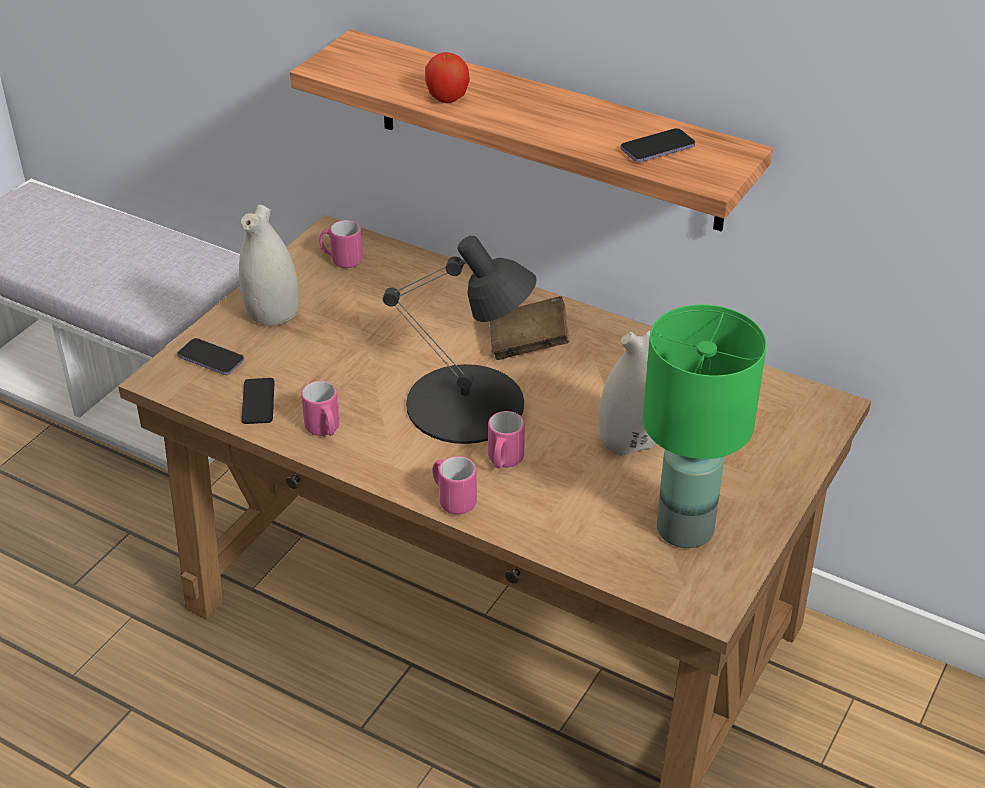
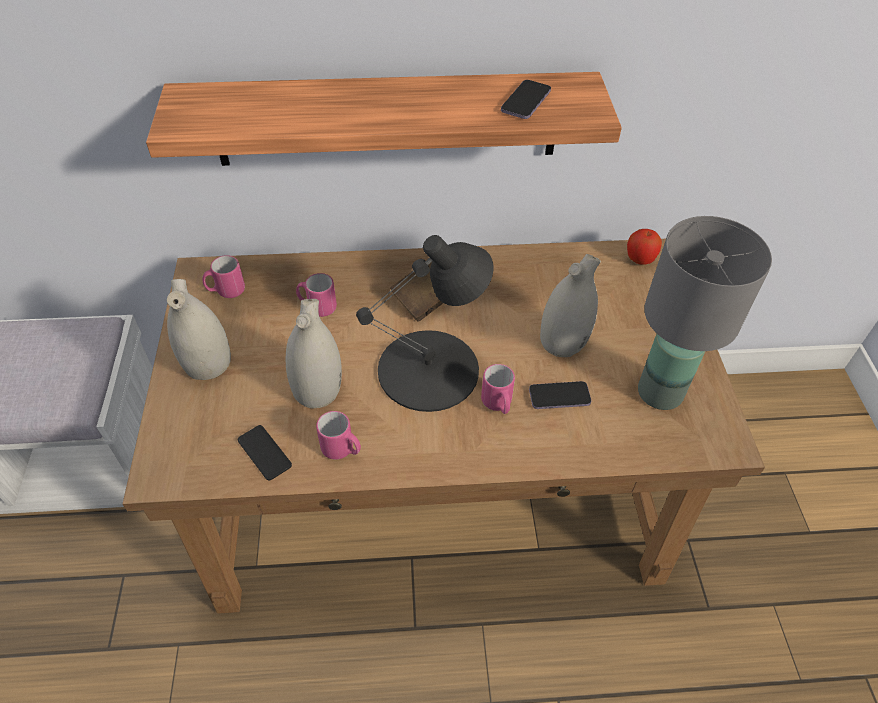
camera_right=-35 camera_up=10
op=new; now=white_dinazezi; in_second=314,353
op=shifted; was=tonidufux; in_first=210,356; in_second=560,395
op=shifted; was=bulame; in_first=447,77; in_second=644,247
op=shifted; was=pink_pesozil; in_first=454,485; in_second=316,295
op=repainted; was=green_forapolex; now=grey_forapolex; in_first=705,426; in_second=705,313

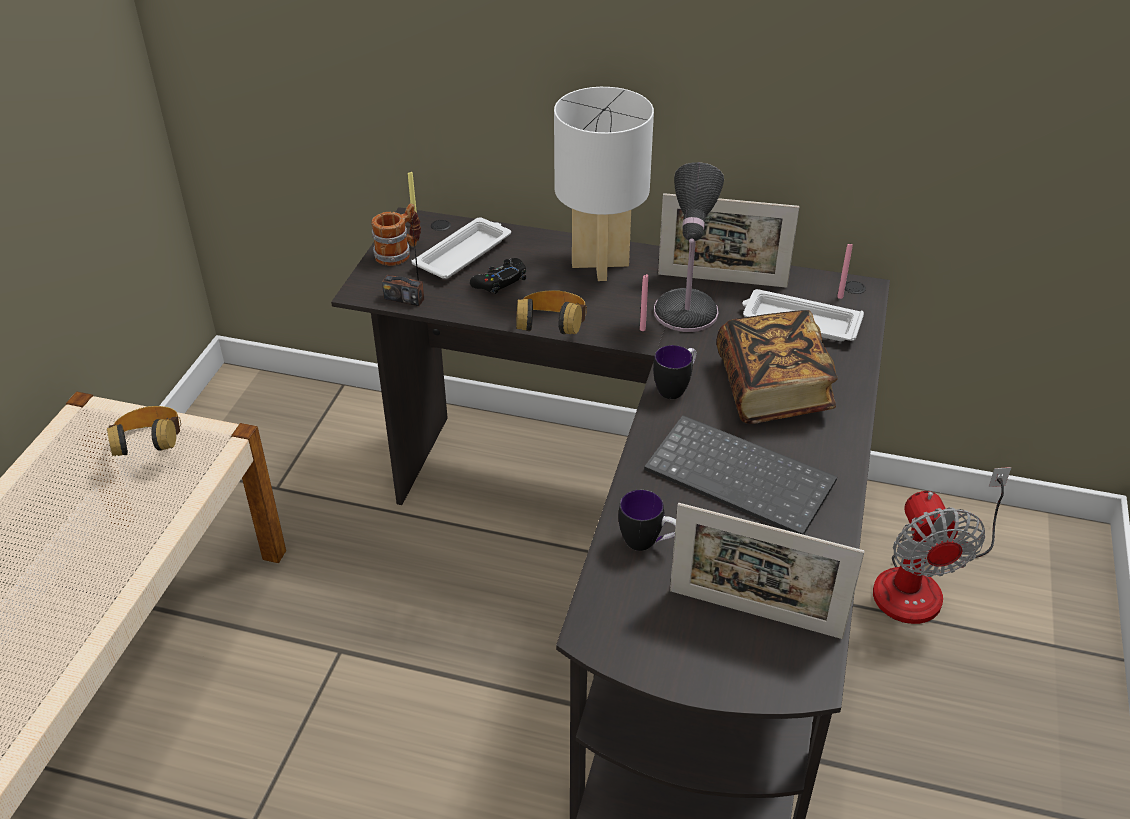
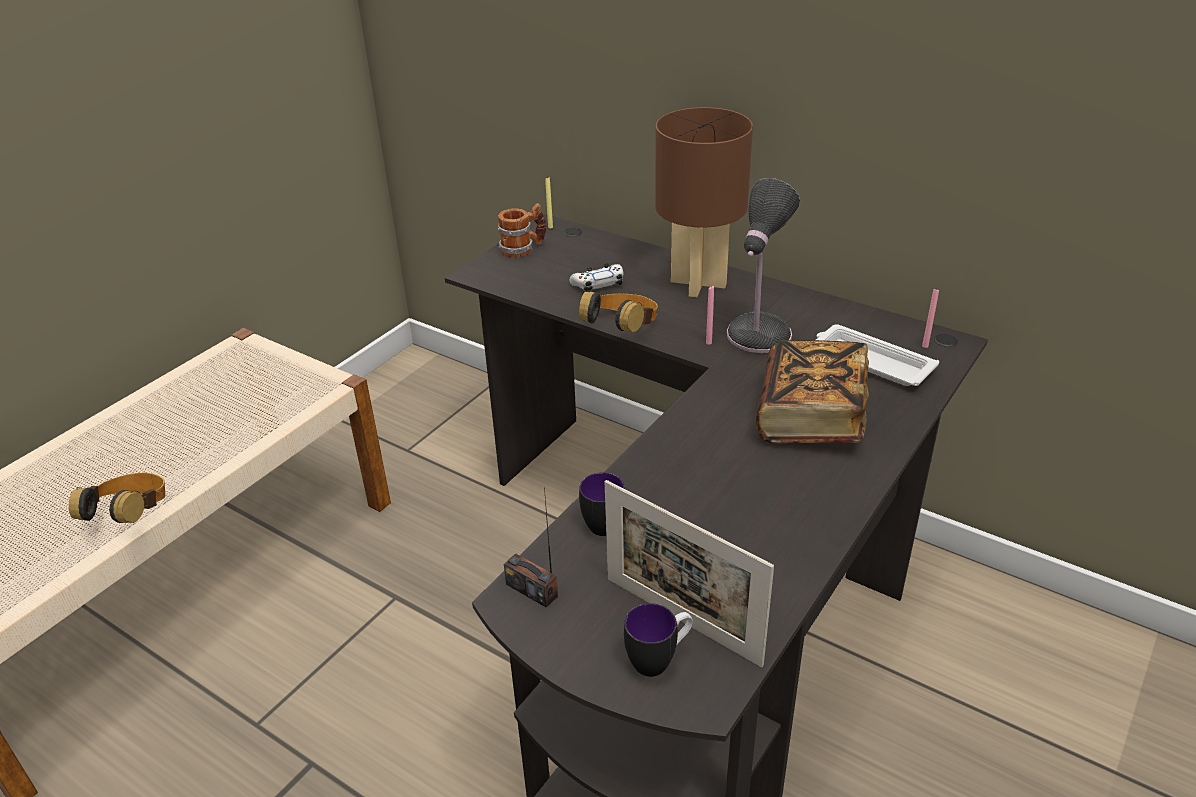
camera_right=20 camera_up=-5
op=gone; was=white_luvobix; in_first=461,248
op=gone; was=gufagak; in_first=740,475
op=gone; was=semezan; in_first=729,240
op=gone; was=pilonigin; in_first=942,545
op=shifted; was=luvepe; in_first=144,431; in_second=117,498
op=shifted; was=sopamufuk; in_first=403,259; in_second=531,547
op=shifted; was=pesozil; in_first=675,372; in_second=658,640
op=repainted; was=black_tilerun; now=white_tilerun; in_first=498,276; in_second=597,277
op=repainted; was=white_forapolex; now=brown_forapolex; in_first=604,184; in_second=704,202

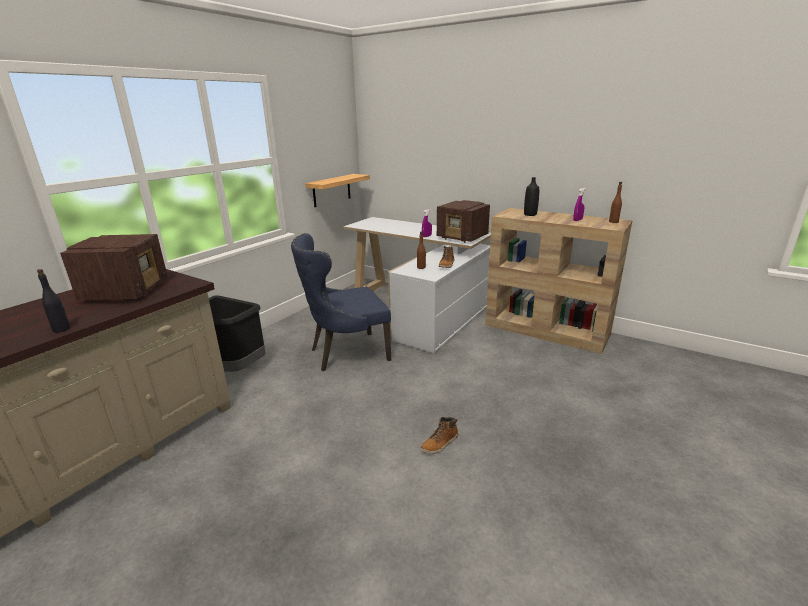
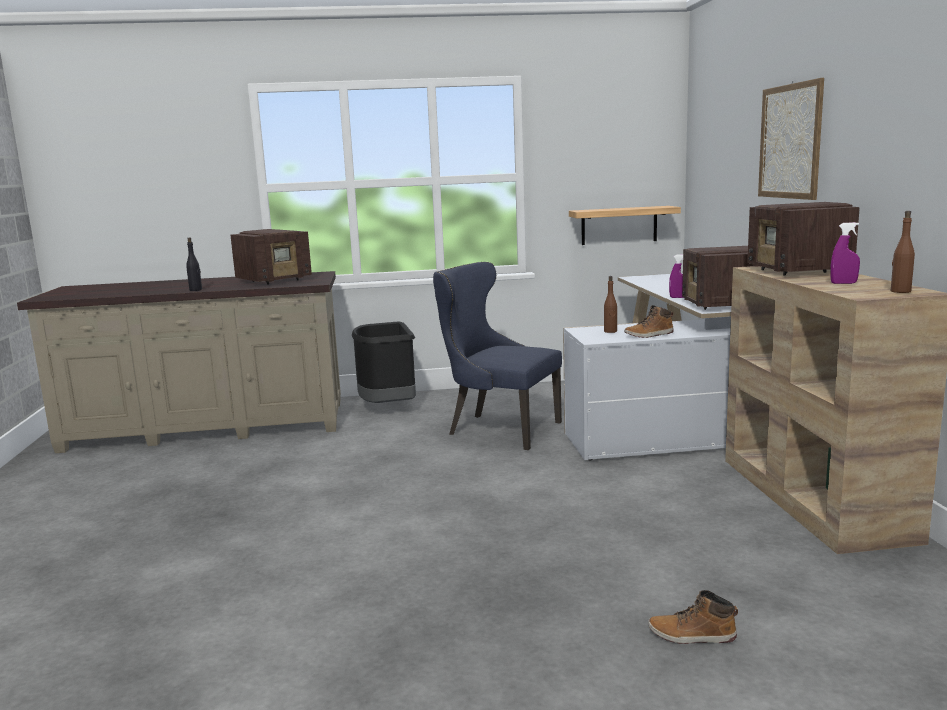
camera_right=50 camera_up=-10
op=new; now=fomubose; in_second=791,139
op=shifted; was=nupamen; in_first=439,435; in_second=693,617
op=swapped; was=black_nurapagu; now=sopamufuk; in_first=531,196; in_second=803,239

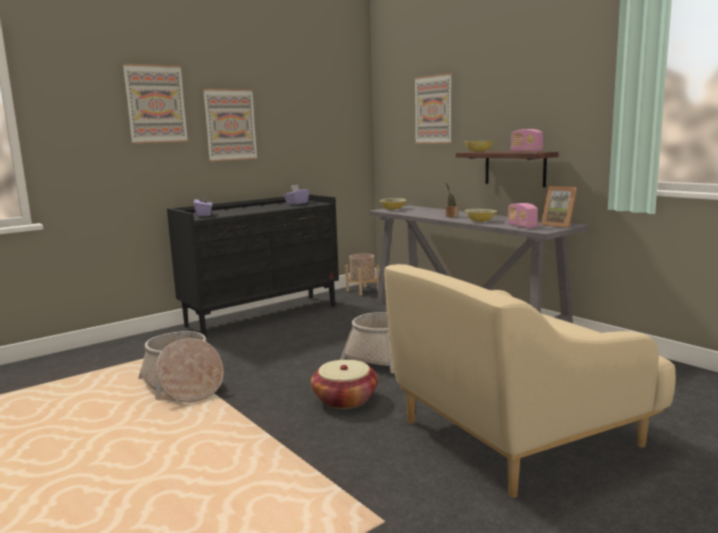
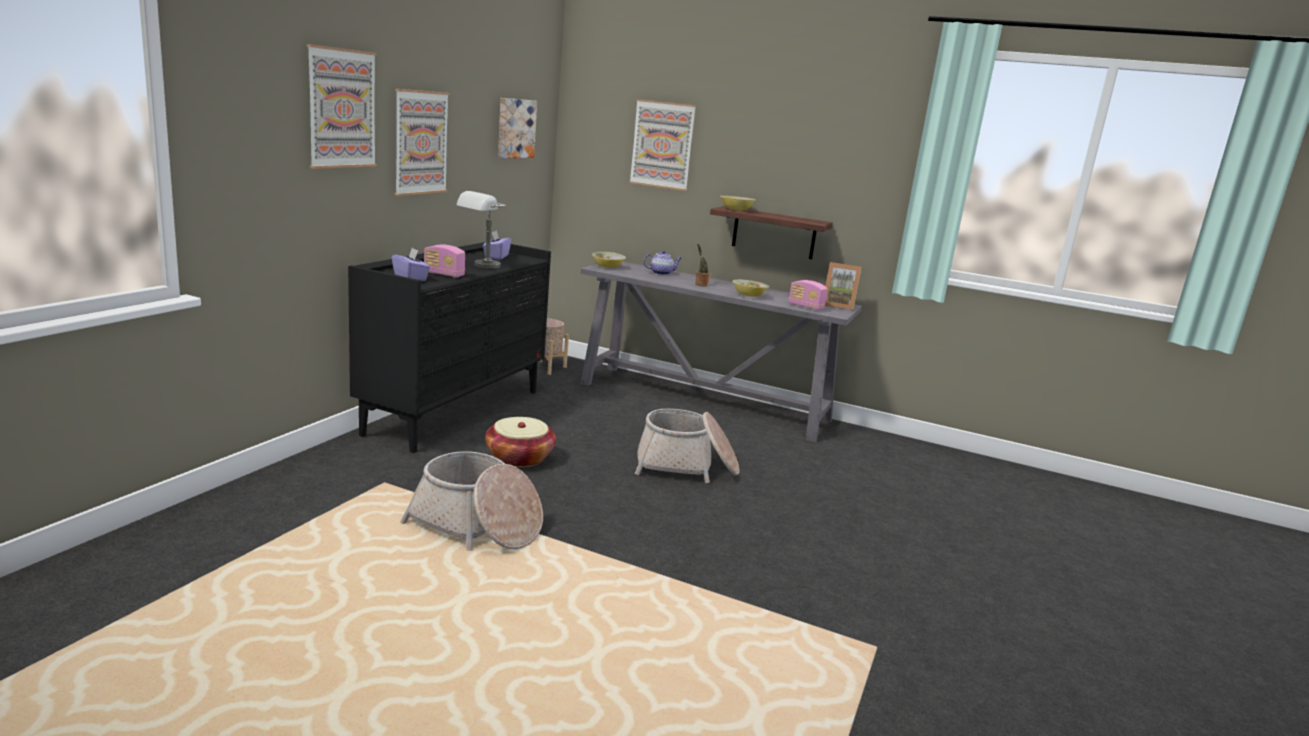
camera_right=-30 camera_up=5
op=gone; was=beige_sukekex; in_first=530,381
op=new; now=grey_forapolex; in_second=481,230
op=new; now=fomubose; in_second=517,128
op=new; now=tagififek; in_second=662,262
op=shifted; was=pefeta; in_first=344,384; in_second=520,442
op=shifted; was=sopamufuk; in_first=527,140; in_second=444,261

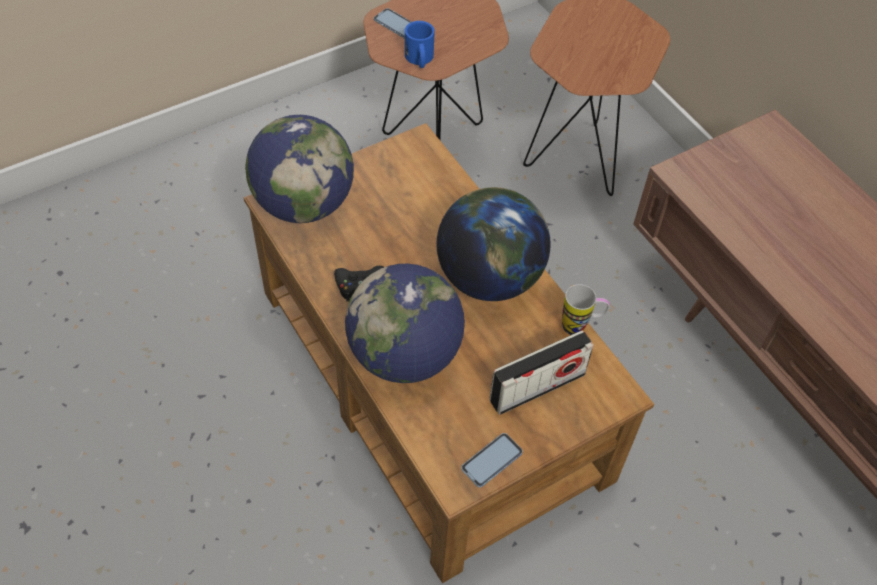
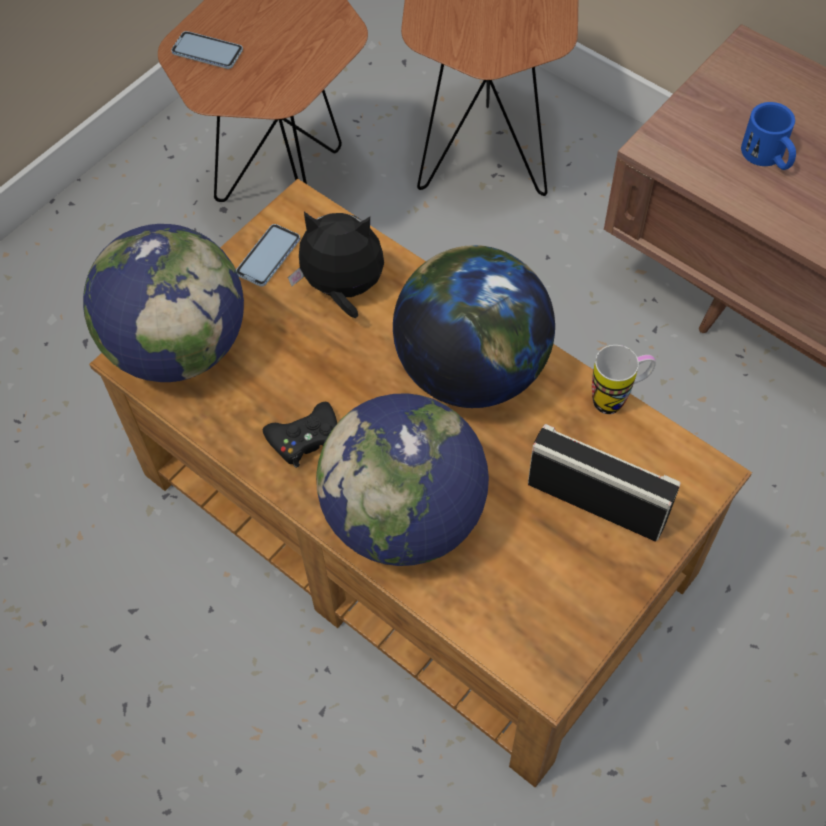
camera_right=-15 camera_up=5
op=new; now=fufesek; in_second=336,265
op=shifted; was=blue_pesozil; in_first=420,44; in_second=768,136
op=shifted; was=tonidufux; in_first=492,460; in_second=268,255
op=rotated; was=sopamufuk; in_first=542,372; in_second=604,483; clockwise=-105

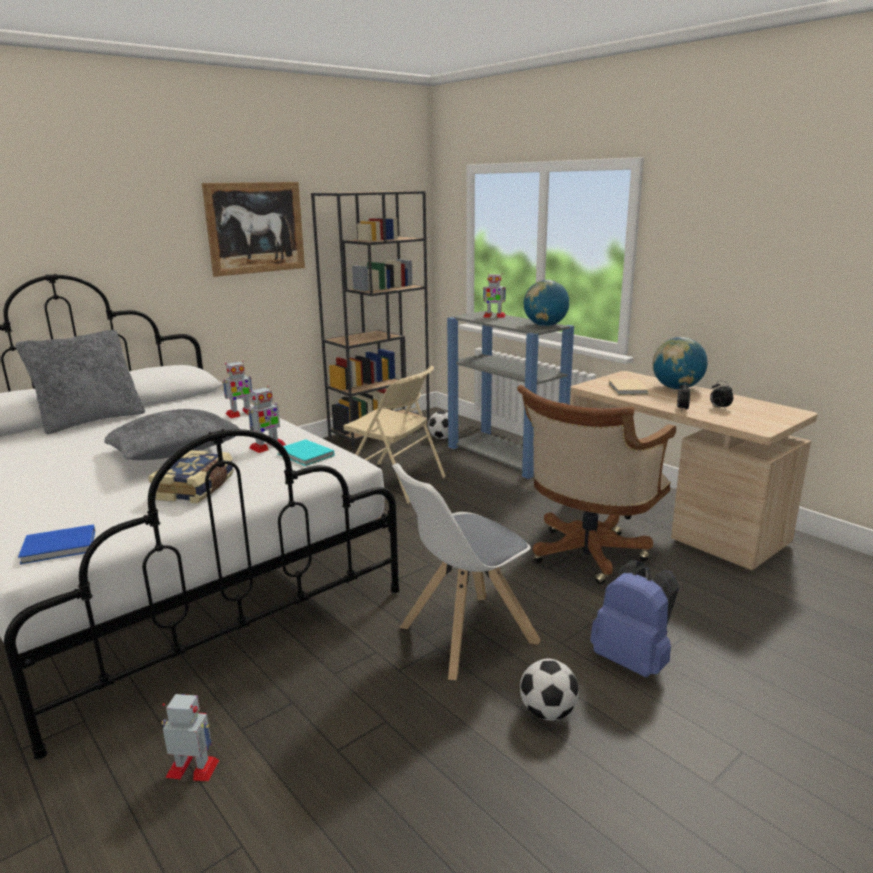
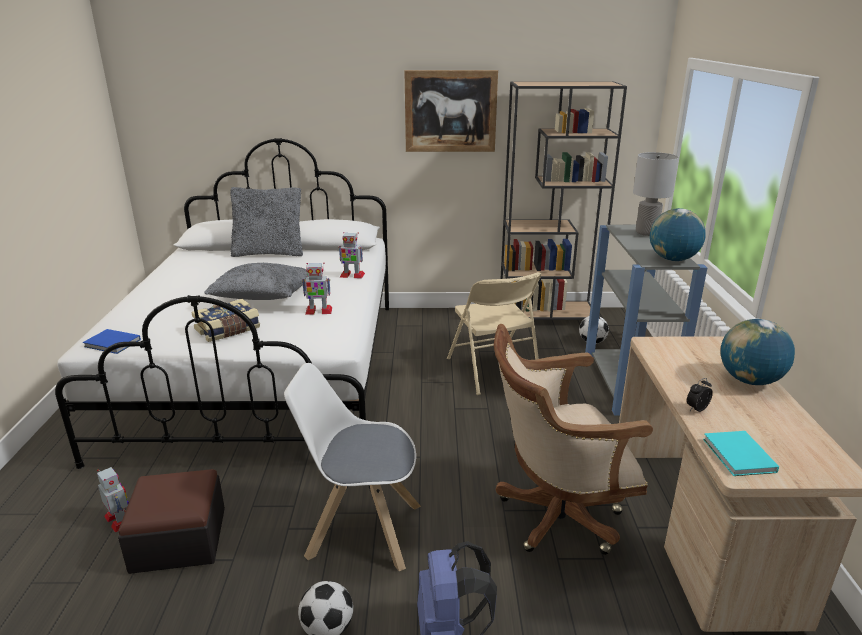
camera_right=40 camera_up=5
op=gone; was=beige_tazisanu; in_first=629,387
op=gone; was=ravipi; in_first=721,395
op=new; now=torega; in_second=171,521
op=shifted; was=turquoise_tazisanu; in_first=306,452; in_second=741,453
op=swapped; was=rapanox; now=grey_forapolex; in_first=494,295; in_second=656,194

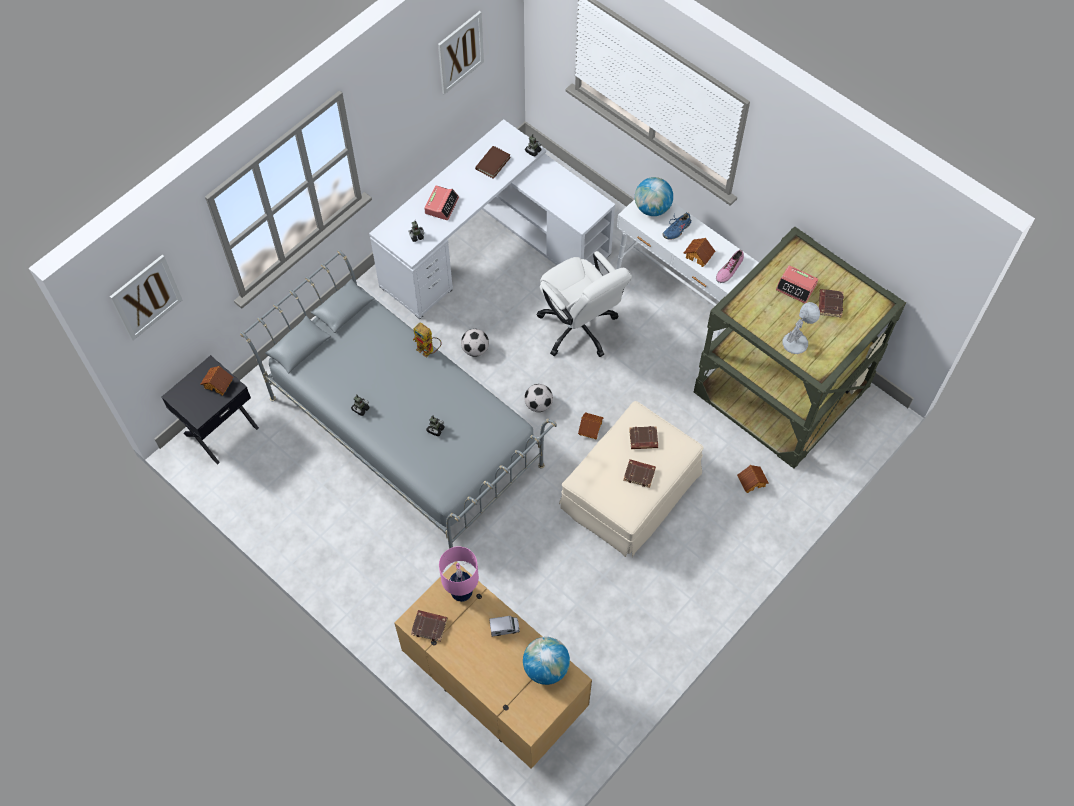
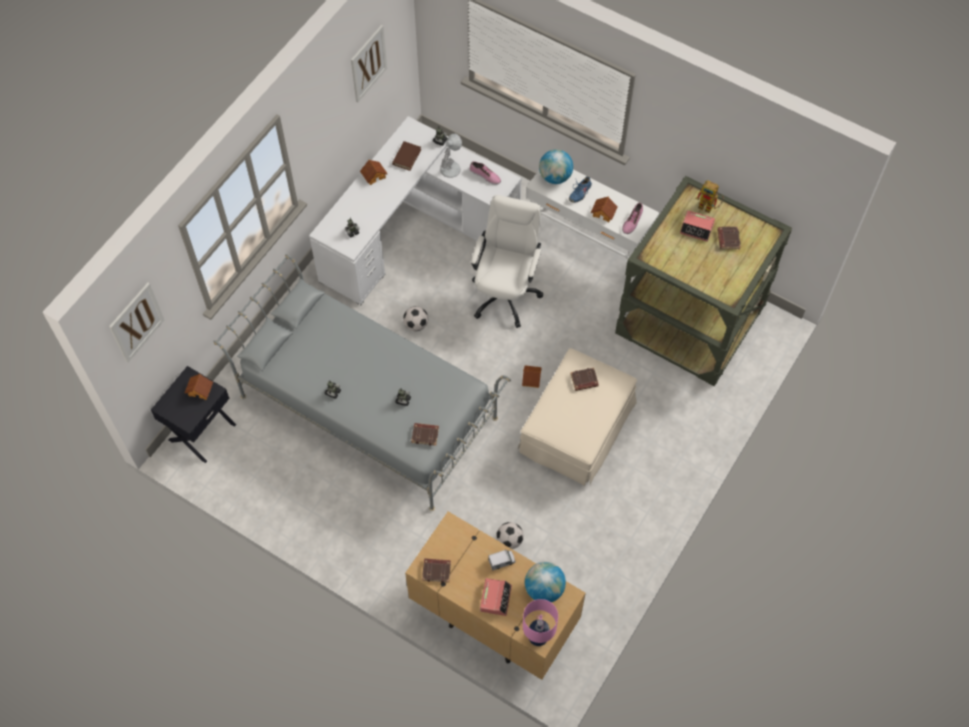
camera_right=-10 camera_up=0
op=new; now=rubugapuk; in_second=485,173
op=shifted; was=rapanox; in_first=427,340; in_second=709,196
op=shifted; was=ravipi; in_first=441,202; in_second=496,597
op=shifted; was=pink_forapolex; in_first=459,574; in_second=540,622
op=shifted; was=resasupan; in_first=538,398; in_second=510,535
op=shifted; was=brown_tazisanu; in_first=639,473; in_second=425,434
op=shifted; was=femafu; in_first=753,479; in_second=373,172
op=shifted; was=white_forapolex; in_first=801,328; in_second=451,156
op=rotated; was=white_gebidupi; in_first=584,304; in_second=507,261; clockwise=-120

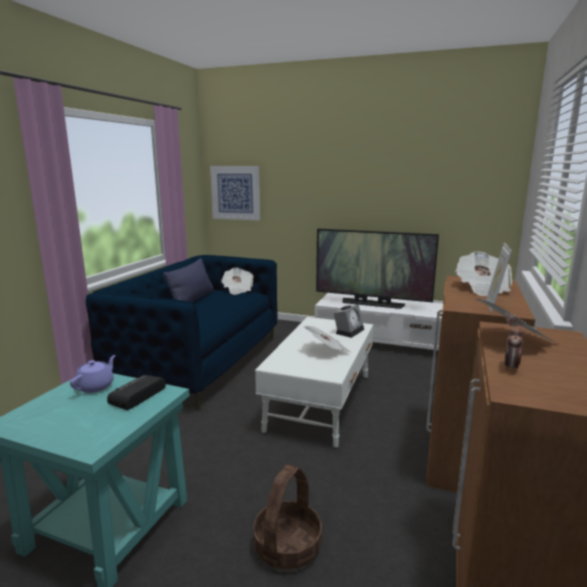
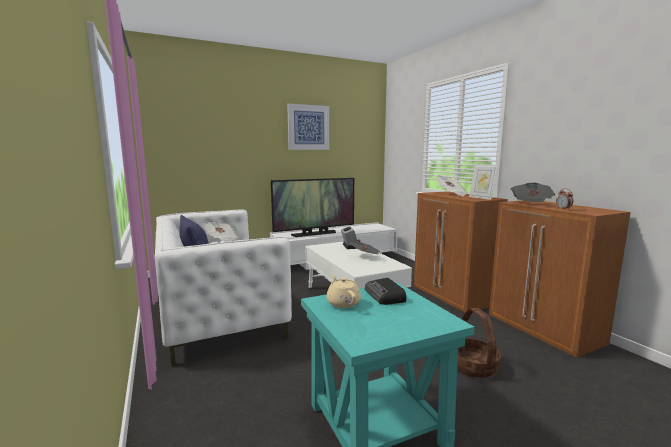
camera_right=-45 camera_up=-5
op=shifted; was=fomubose; in_first=235,193; in_second=308,127
op=repainted; was=purple_tagififek; now=beige_tagififek; in_first=93,374; in_second=344,291
op=repainted; was=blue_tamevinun; now=white_tamevinun; in_first=181,332; in_second=223,288

